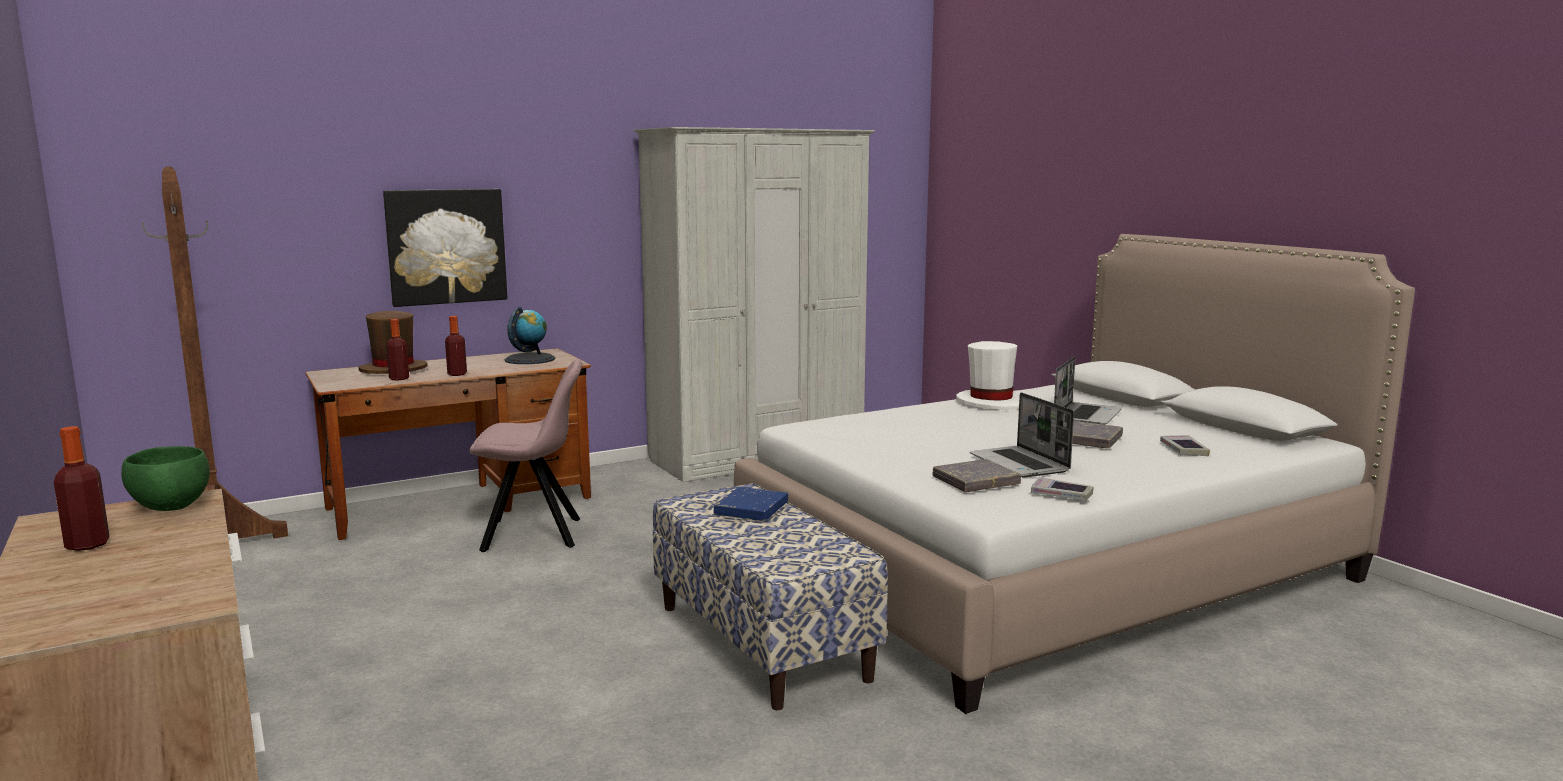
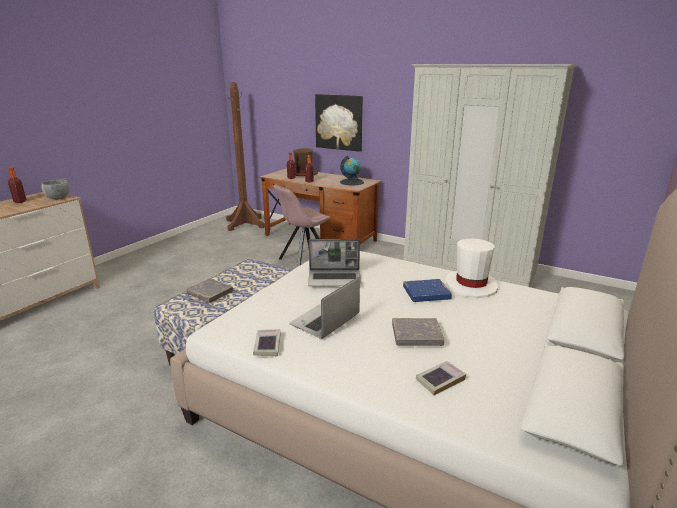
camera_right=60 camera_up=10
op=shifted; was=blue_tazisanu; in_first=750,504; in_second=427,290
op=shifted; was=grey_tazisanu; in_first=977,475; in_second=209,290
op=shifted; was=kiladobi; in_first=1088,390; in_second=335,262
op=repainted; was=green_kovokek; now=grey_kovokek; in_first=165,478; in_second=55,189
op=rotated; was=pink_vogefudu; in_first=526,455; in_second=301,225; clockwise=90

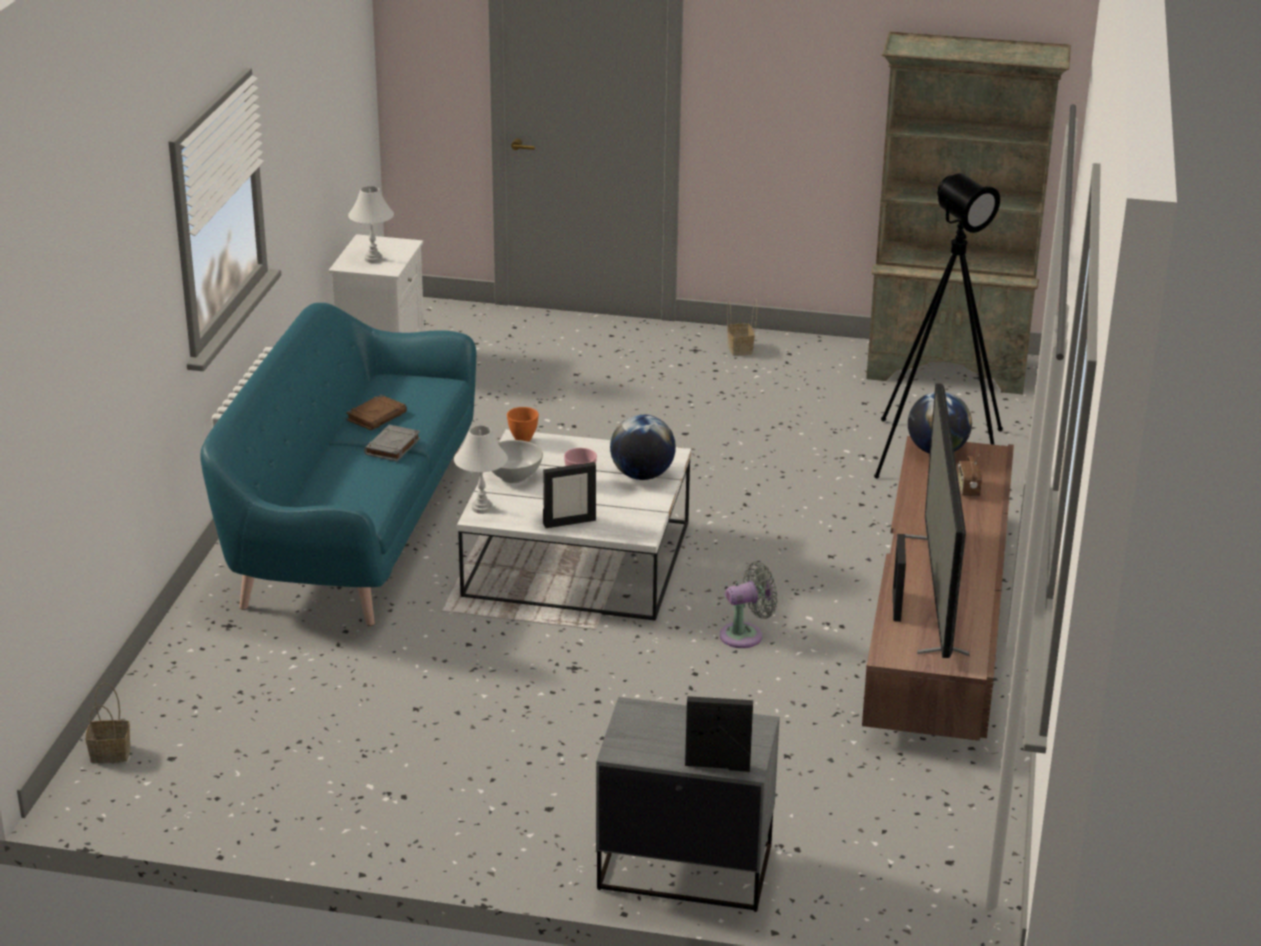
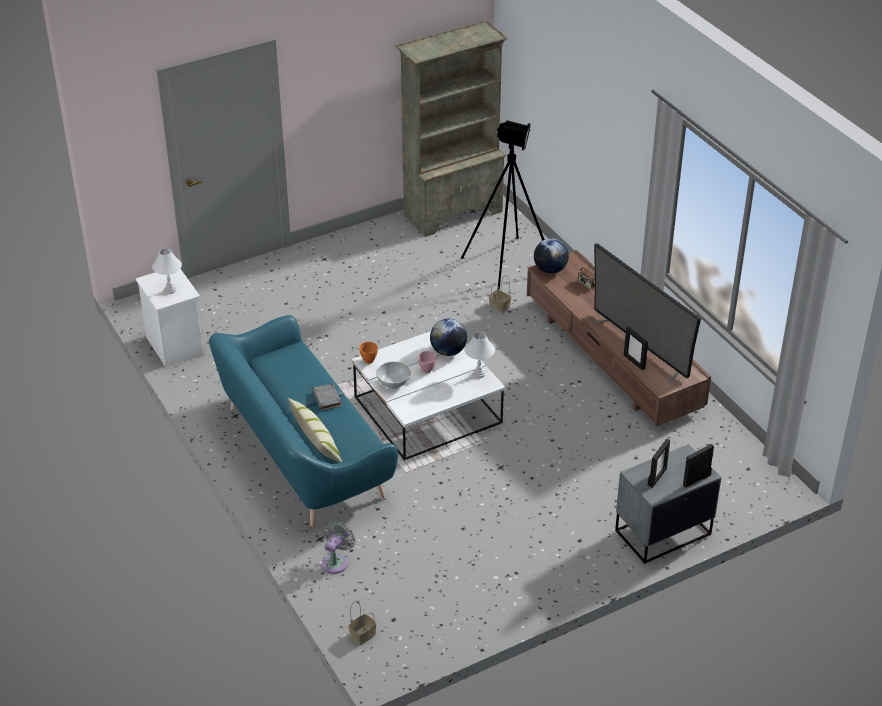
camera_right=-40 camera_up=10
op=gone; was=brown_tazisanu; in_first=376,412
op=new; now=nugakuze; in_second=315,430
op=shifted; was=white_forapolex; in_first=481,470; in_second=480,355
op=shifted; was=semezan; in_first=569,495; in_second=658,463
op=shifted; was=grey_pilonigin; in_first=748,605; in_second=338,547
op=shifted; was=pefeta; in_first=742,327; in_second=500,294

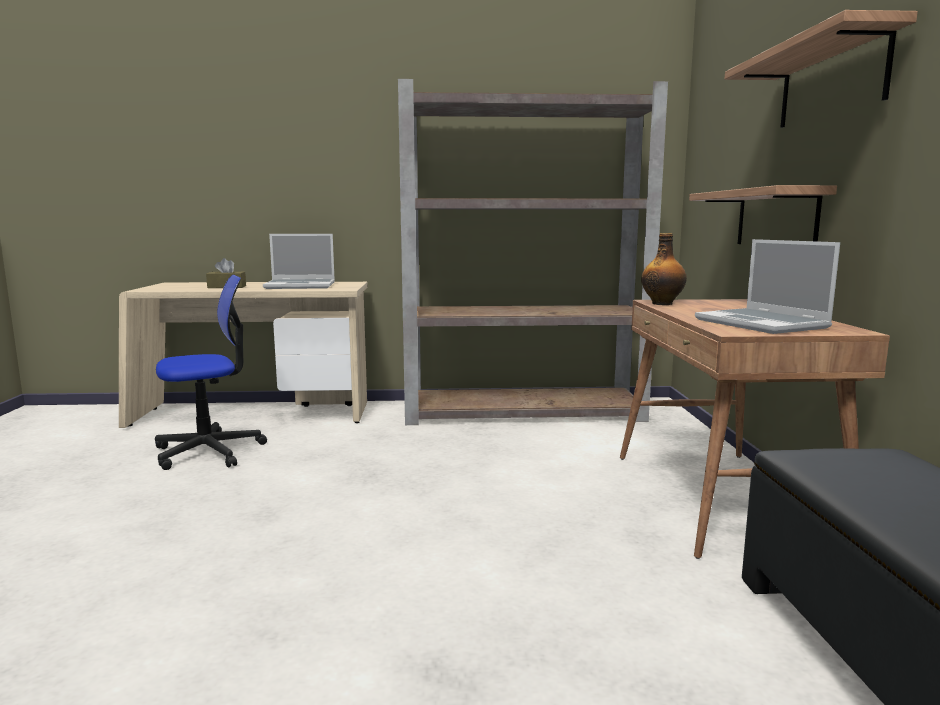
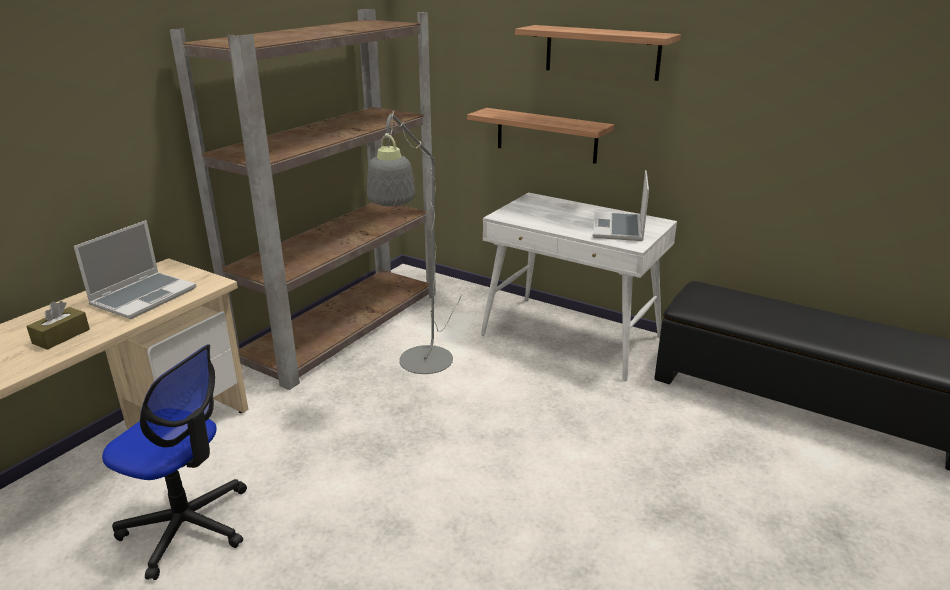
camera_right=-55 camera_up=15
op=gone; was=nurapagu; in_first=664,269
op=new; now=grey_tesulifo; in_second=414,242
op=repainted; was=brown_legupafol; now=white_legupafol; in_first=755,429; in_second=579,287
op=rotated; was=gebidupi; in_first=211,372; in_second=174,462; clockwise=105
op=rotated; was=kiladobi; in_first=767,286; in_second=621,205; clockwise=90

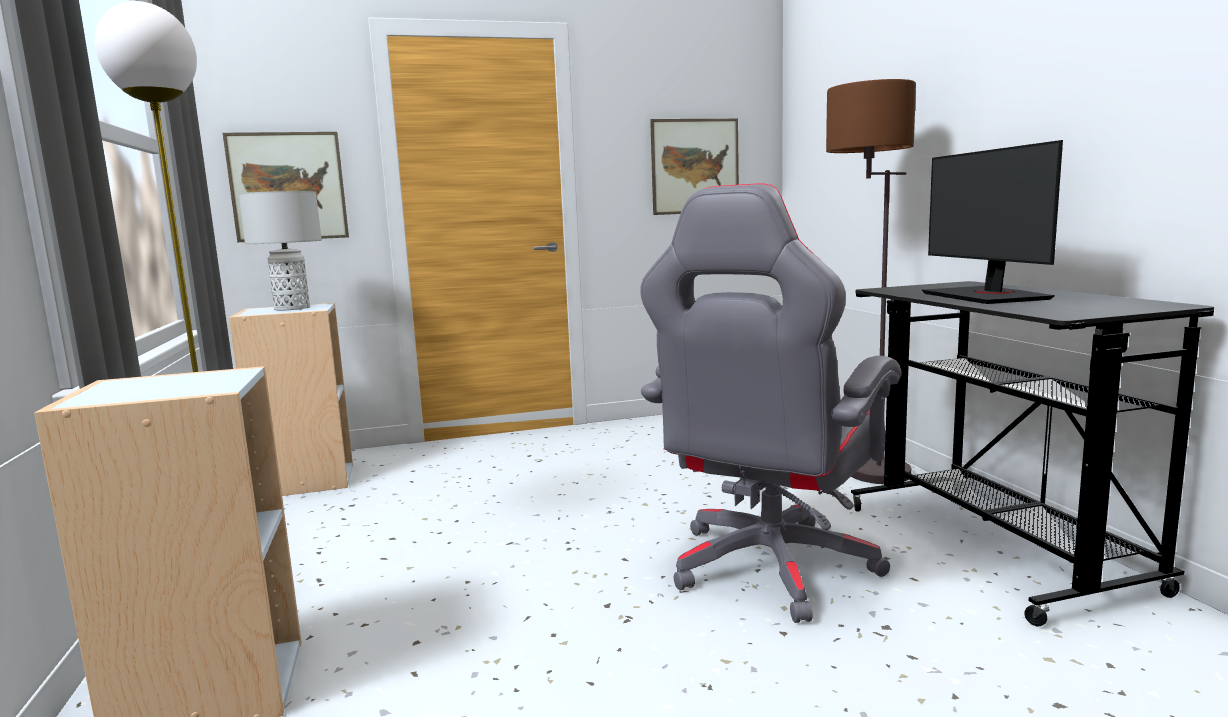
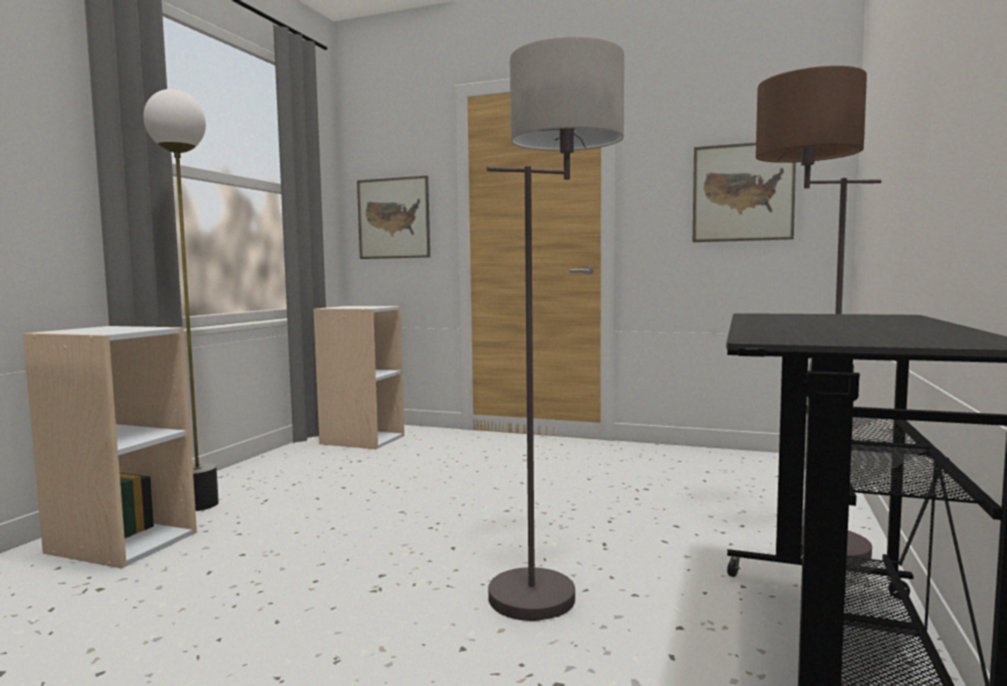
camera_right=35 camera_up=-5
op=gone; was=white_forapolex; in_first=280,251
op=gone; was=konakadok; in_first=992,222
op=swapped; was=grey_gebidupi; now=grey_tesulifo; in_first=771,403; in_second=555,328

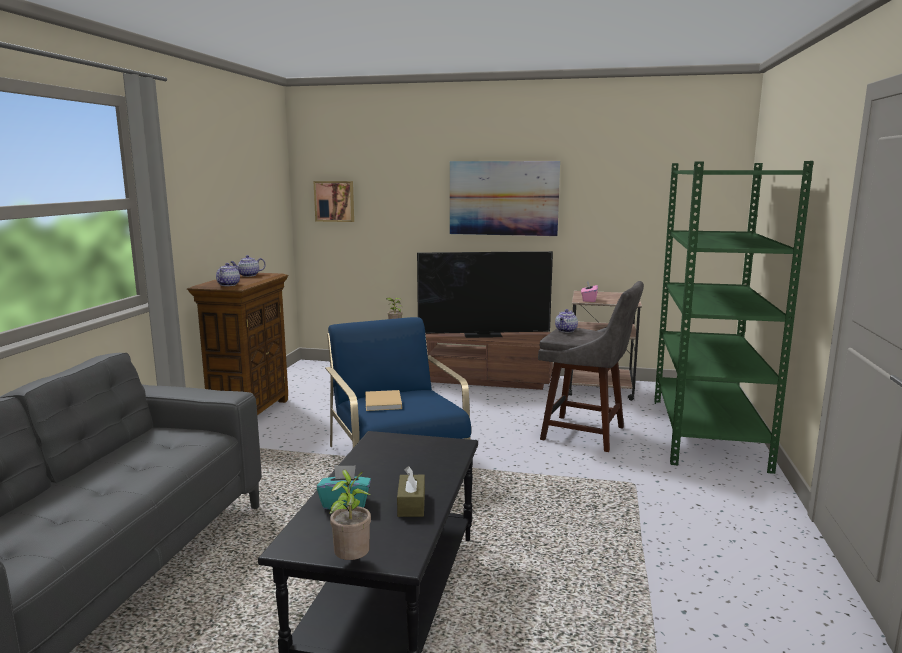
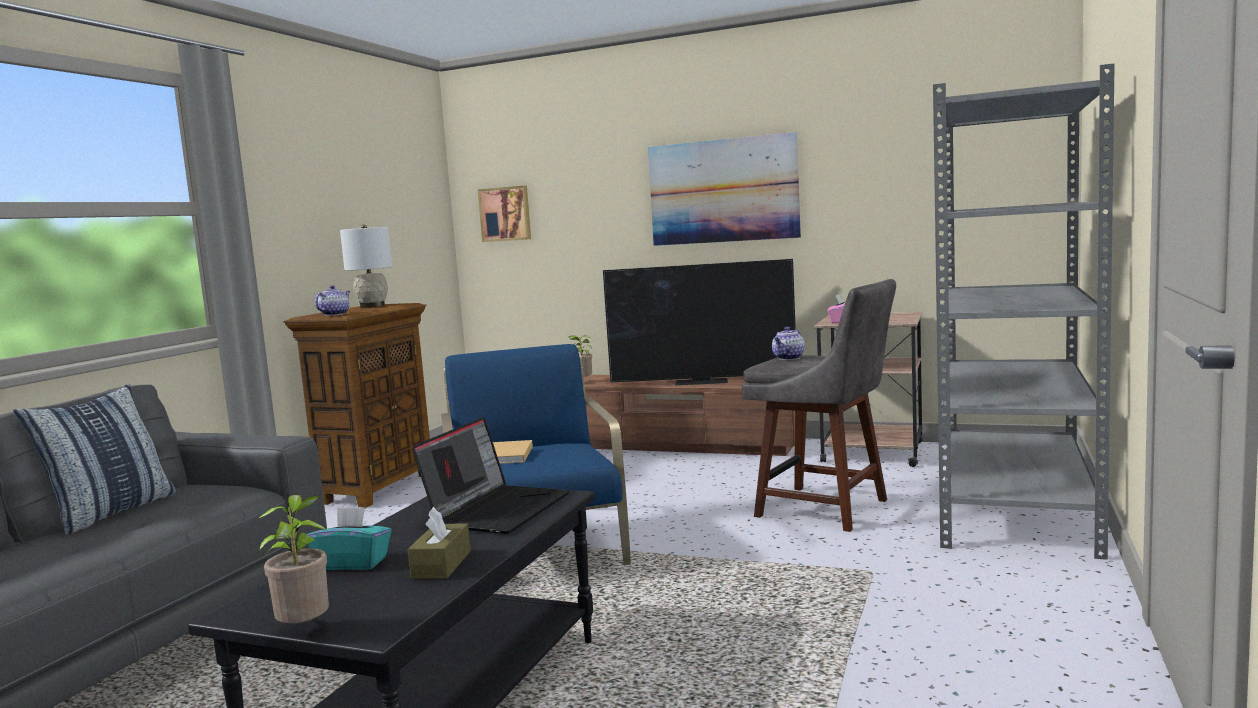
camera_right=10 camera_up=-5
op=new; now=nugakuze; in_second=95,459
op=new; now=kiladobi; in_second=490,475
op=swapped; was=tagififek; now=white_forapolex; in_first=248,266; in_second=366,266
op=repainted; was=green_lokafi; now=grey_lokafi; in_first=733,317; in_second=1024,311

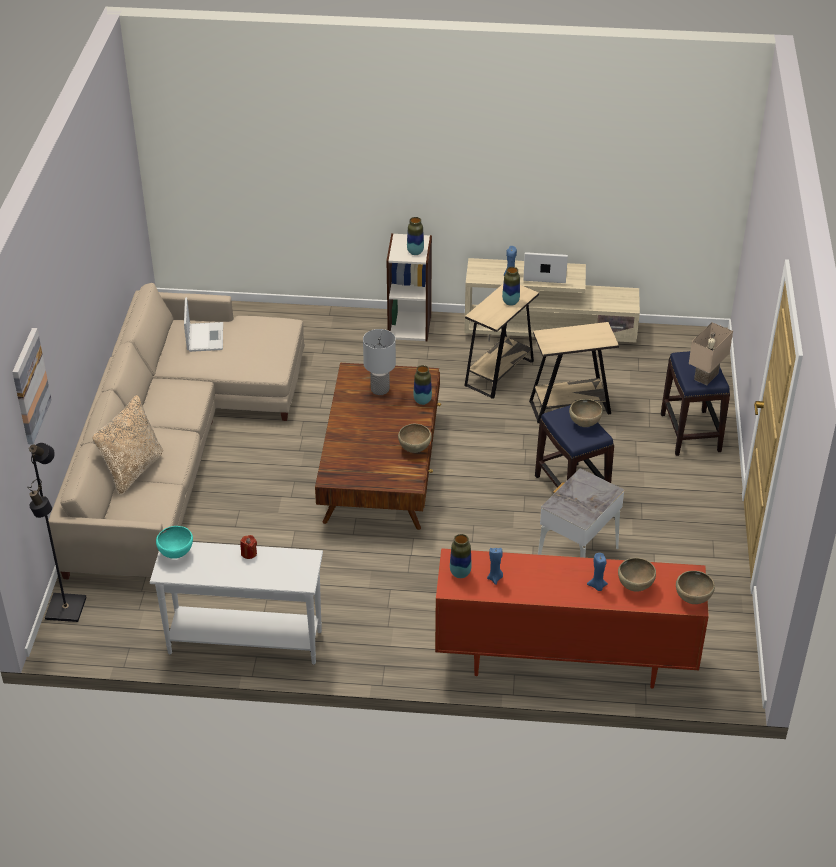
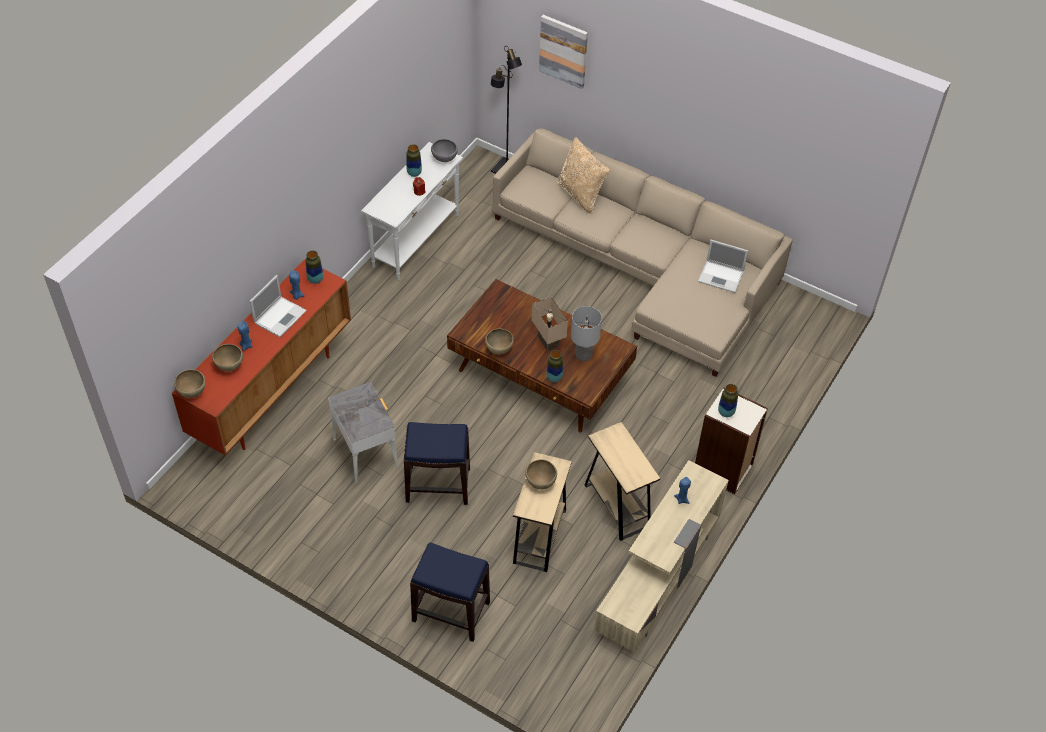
camera_right=115 camera_up=10
op=shifted; was=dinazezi; in_first=511,286; in_second=414,160
op=shifted; was=kiladobi; in_first=545,267; in_second=278,306
op=shifted; was=brown_kovokek; in_first=586,413; in_second=541,474
op=shifted; was=beige_forapolex; in_first=711,353; in_second=550,324
op=repainted; was=turquoise_kovokek; now=grey_kovokek; in_first=174,542; in_second=444,150

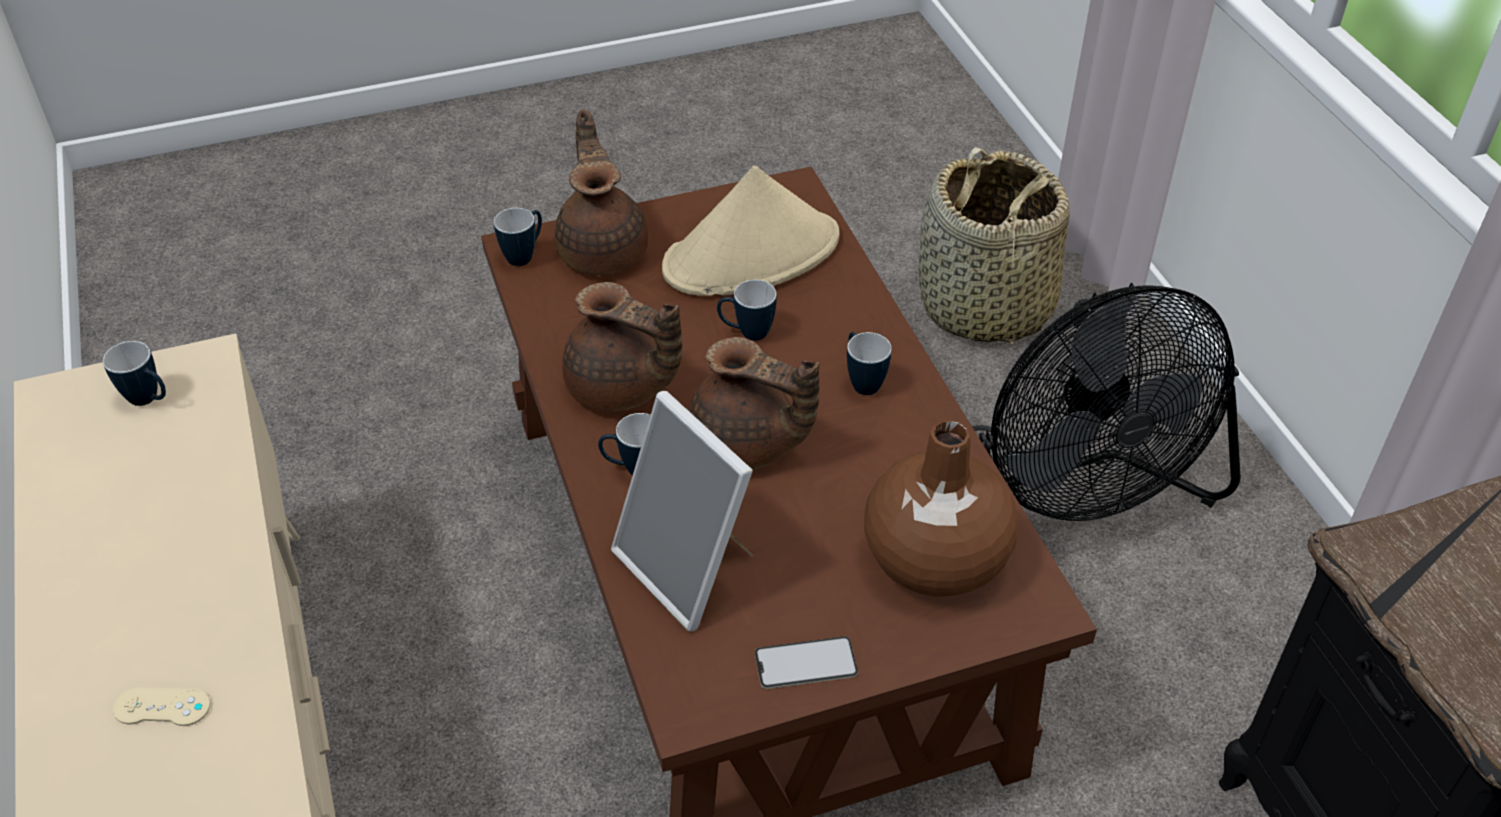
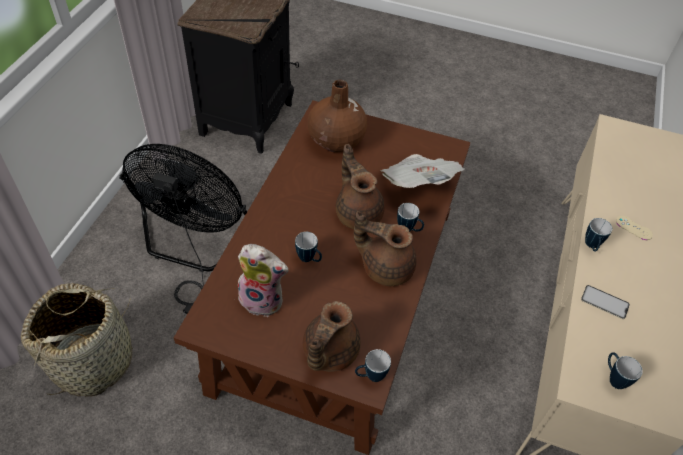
camera_right=-145 camera_up=5
op=shifted; was=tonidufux; in_first=806,662; in_second=605,302
op=shifted; was=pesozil; in_first=869,363; in_second=598,235
op=swapped; was=semezan; now=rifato; in_first=682,511; in_second=422,171
op=swapped; was=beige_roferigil; now=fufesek; in_first=751,231; in_second=263,280
op=rotated; was=brown_tagififek; in_first=622,346; in_second=385,248; clockwise=-45

